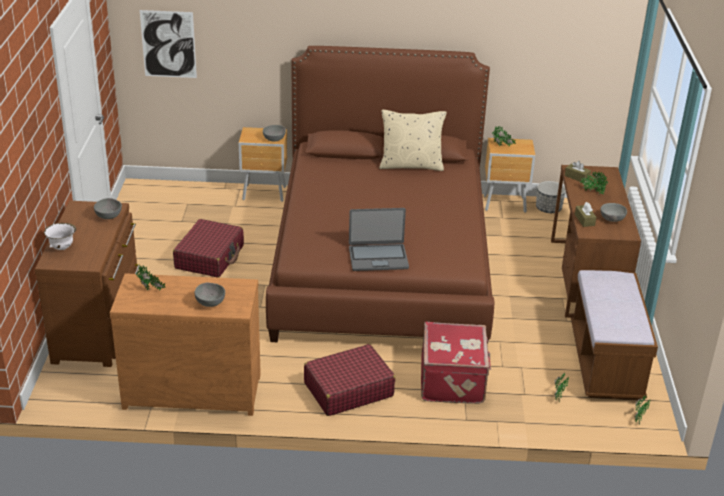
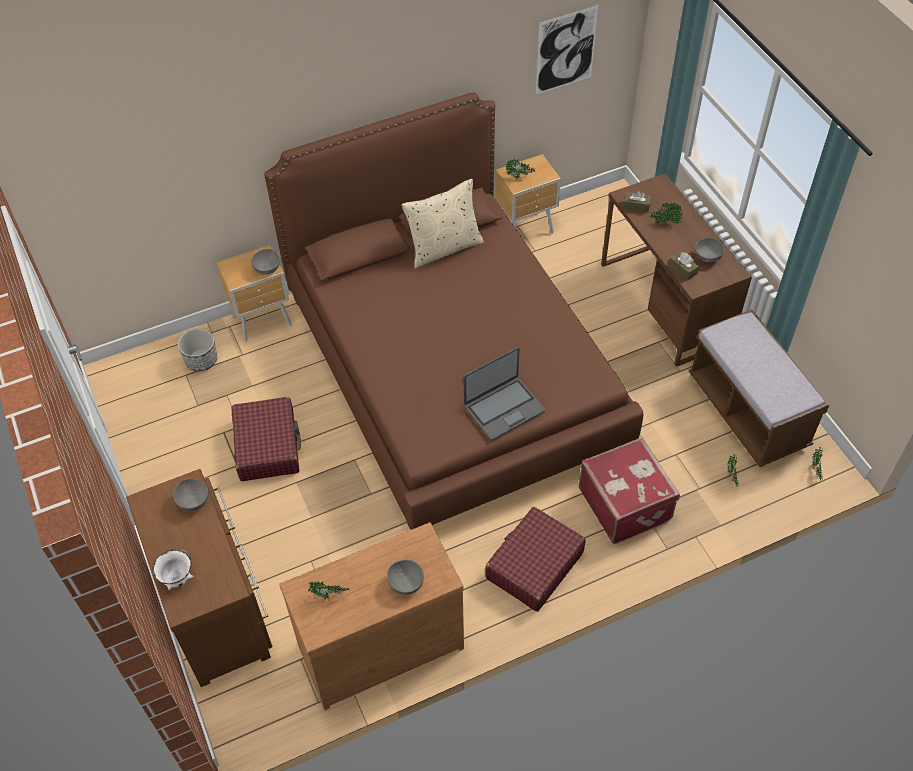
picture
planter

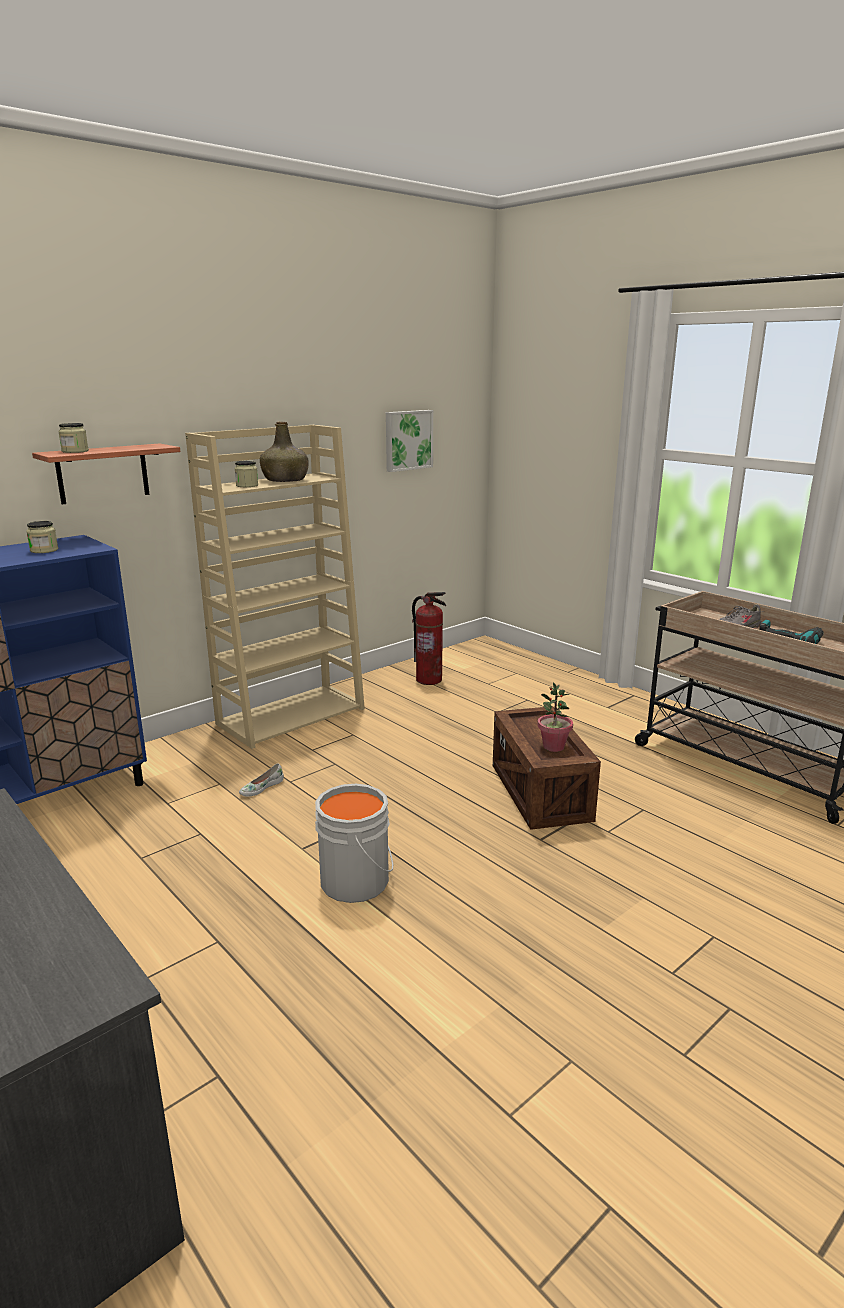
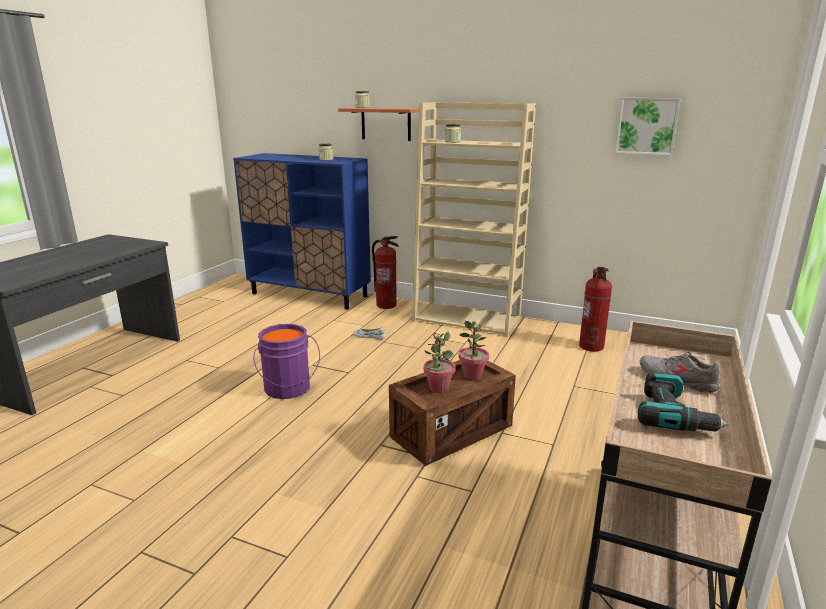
bottle/green
bucket/purple
fire extinguisher (no. 1 from left)
potted plant (no. 2 from left)

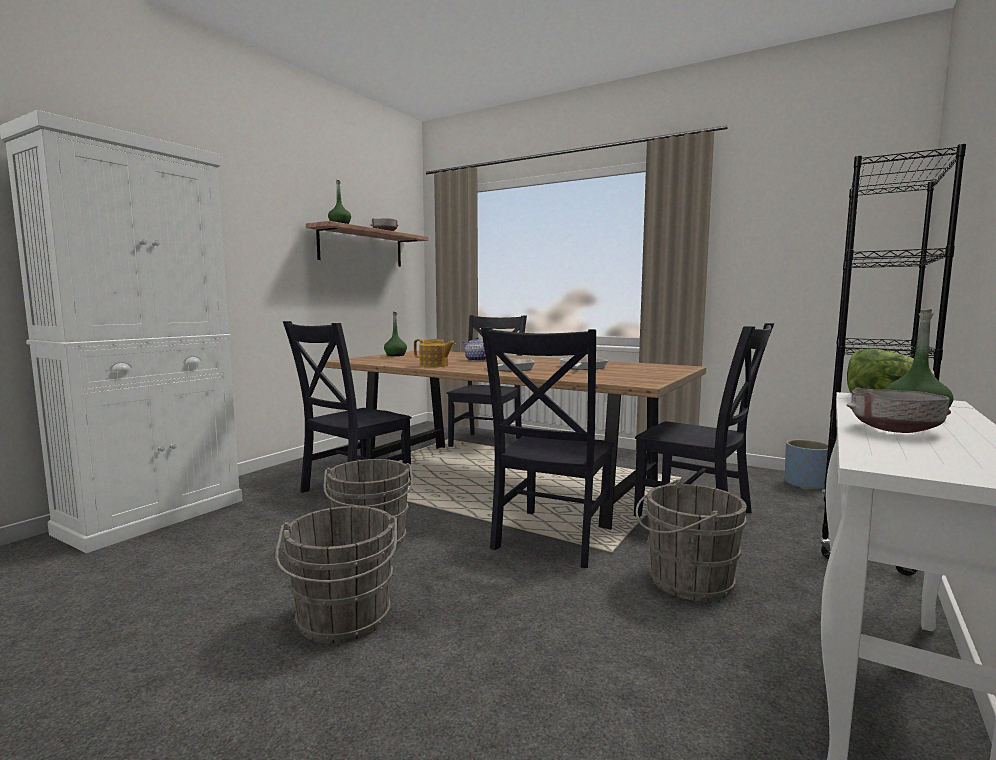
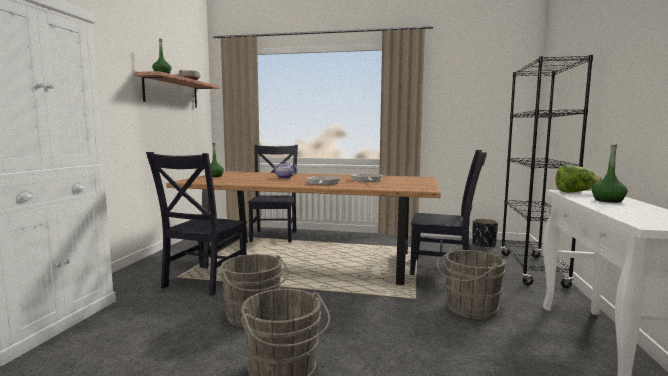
teapot (no. 1 from left in the first image)
chair/black (no. 3 from left in the first image)
planter/black
bowl/grey (no. 2 from left in the first image)

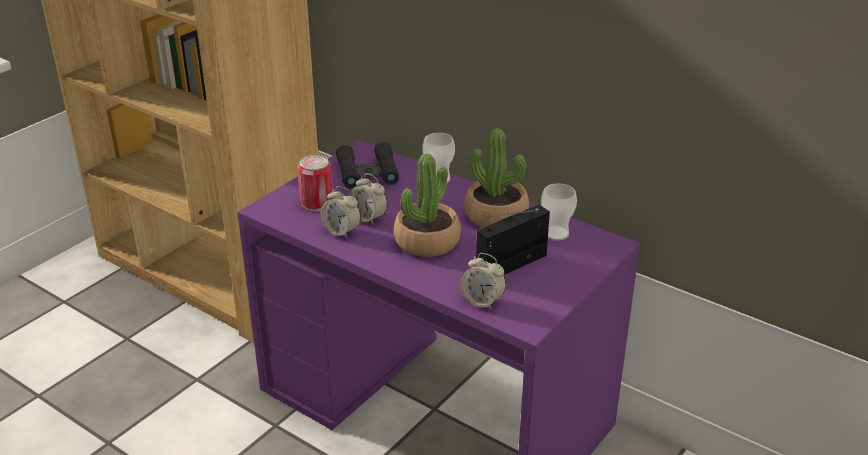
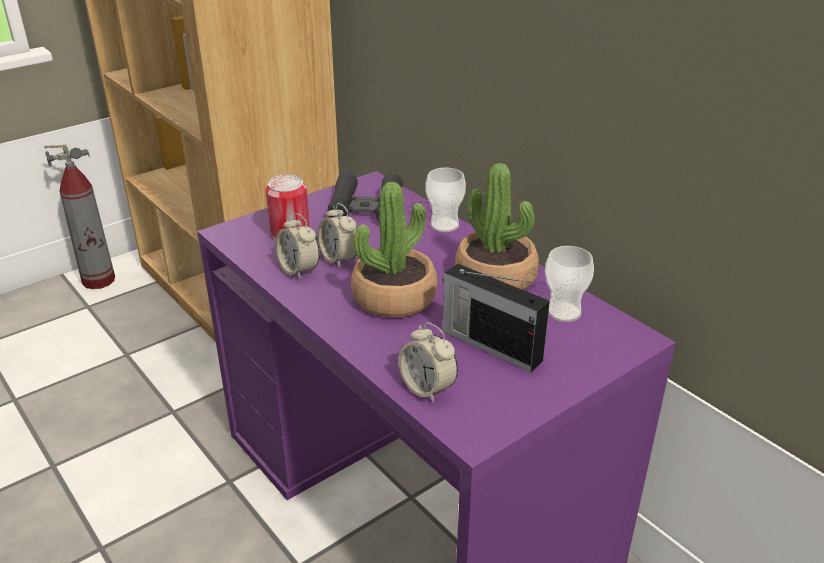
radio
fire extinguisher

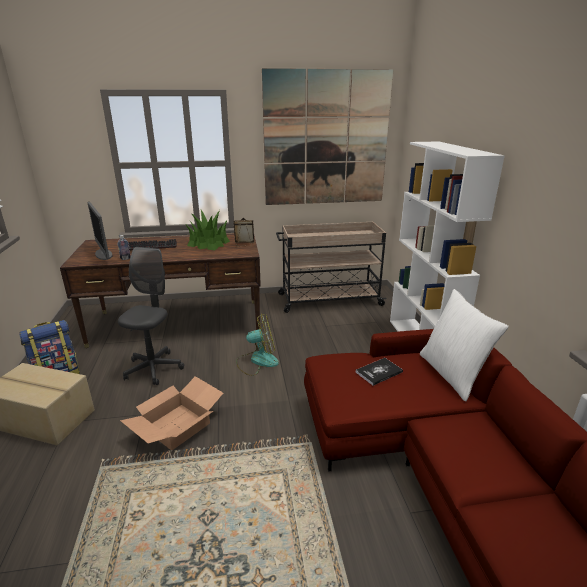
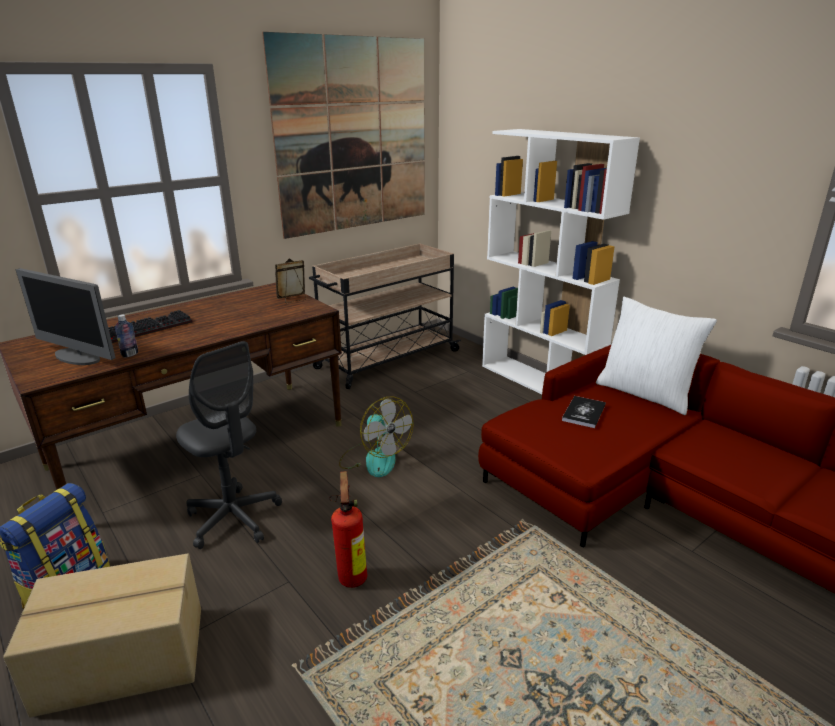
office chair/grey
fire extinguisher
potted plant
fan

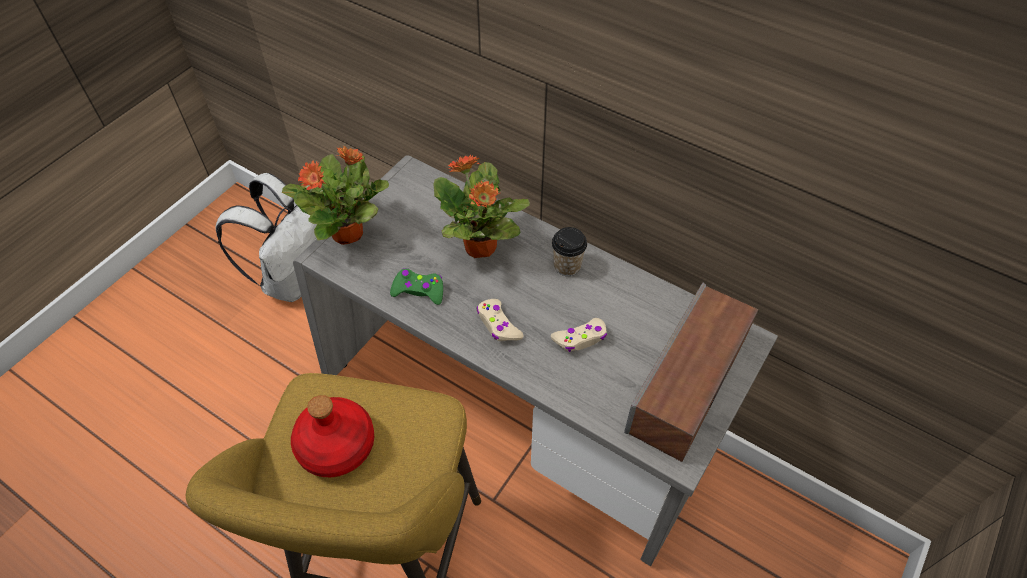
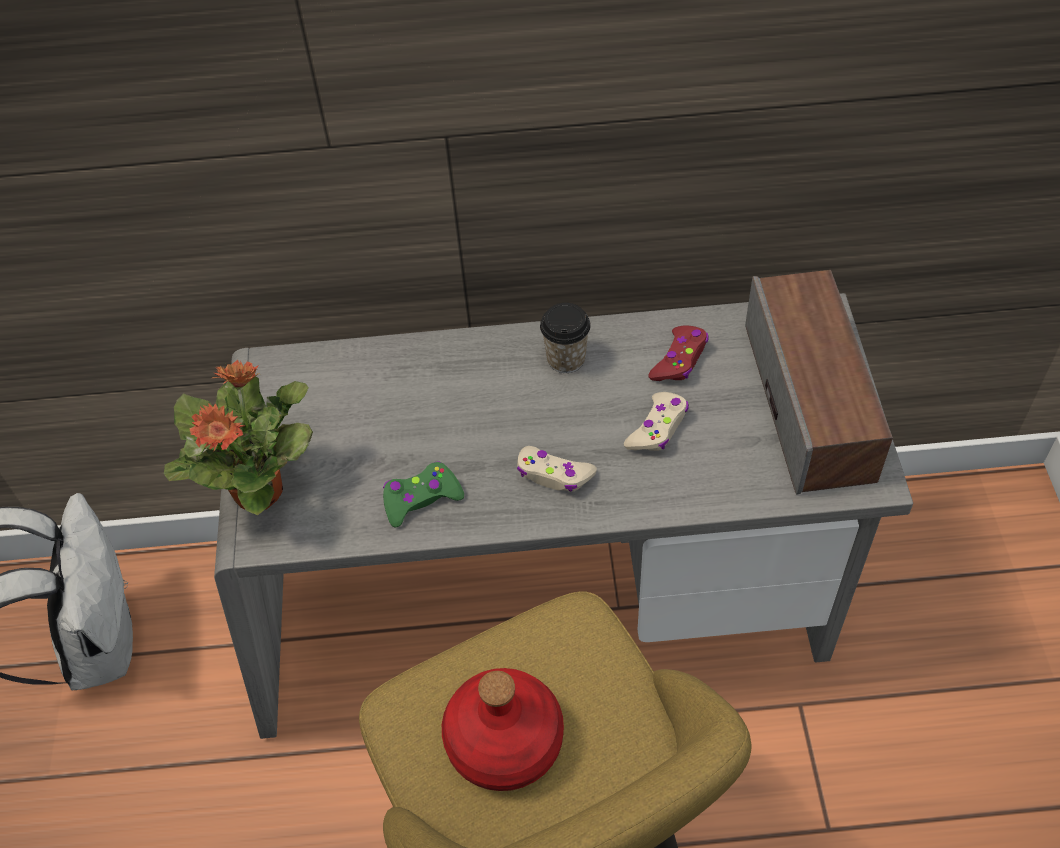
potted plant (no. 2 from left in the first image)
game controller/red

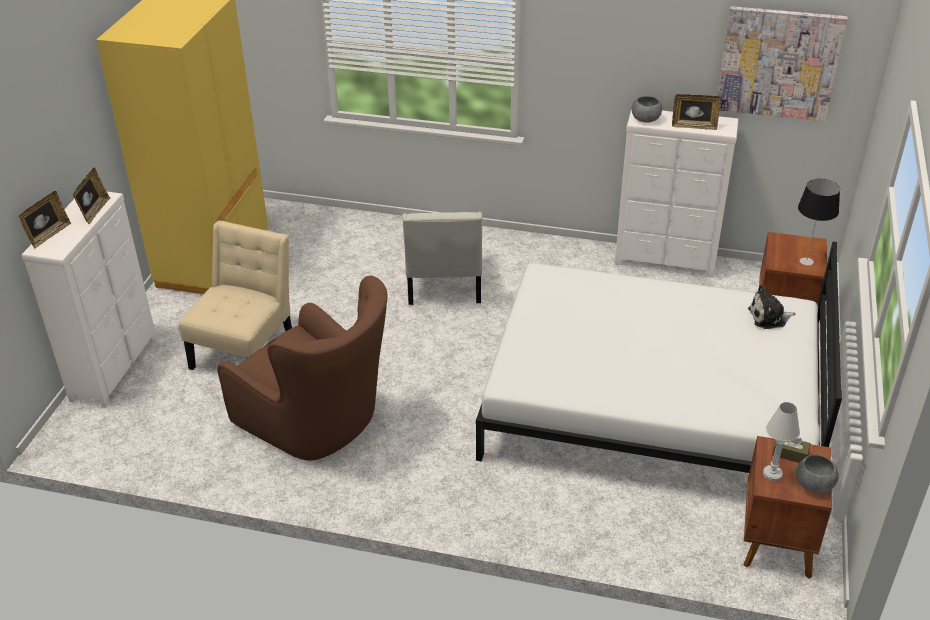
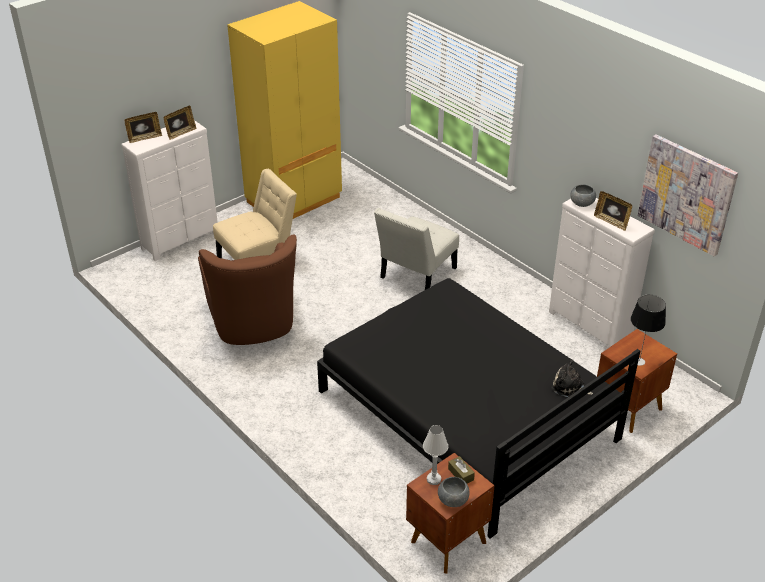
bed/black

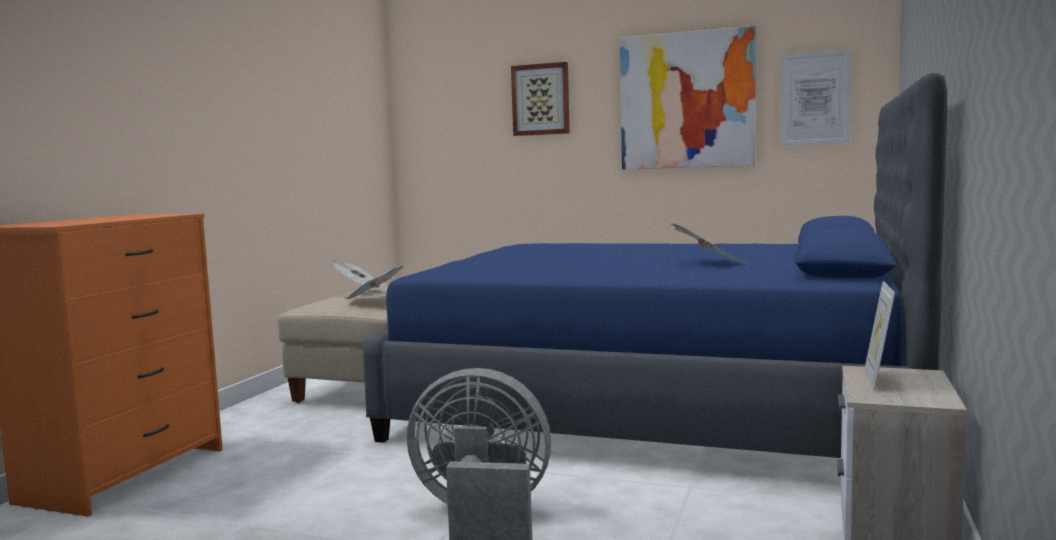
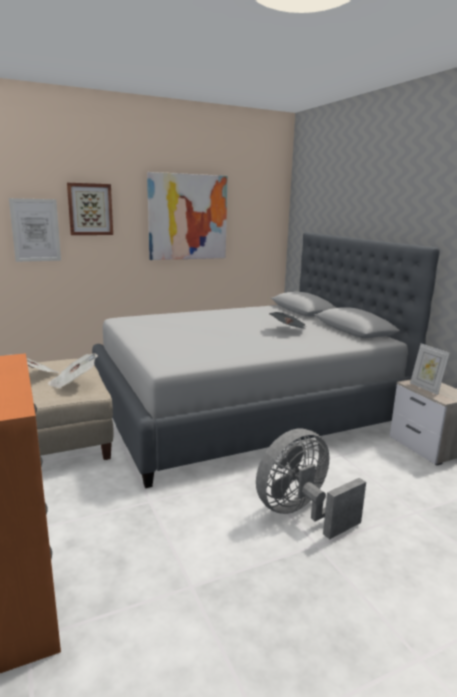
bed/grey
picture (no. 1 from left)

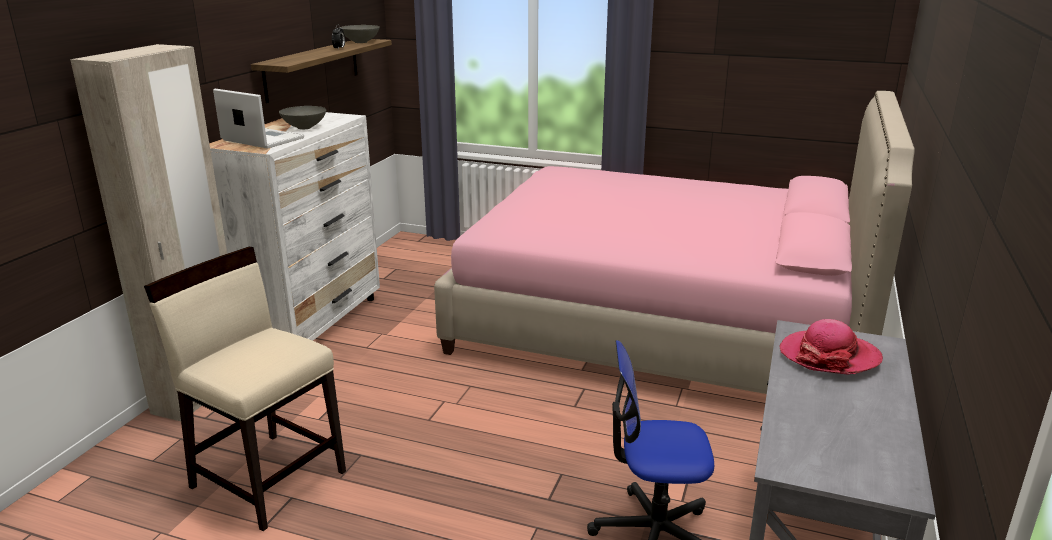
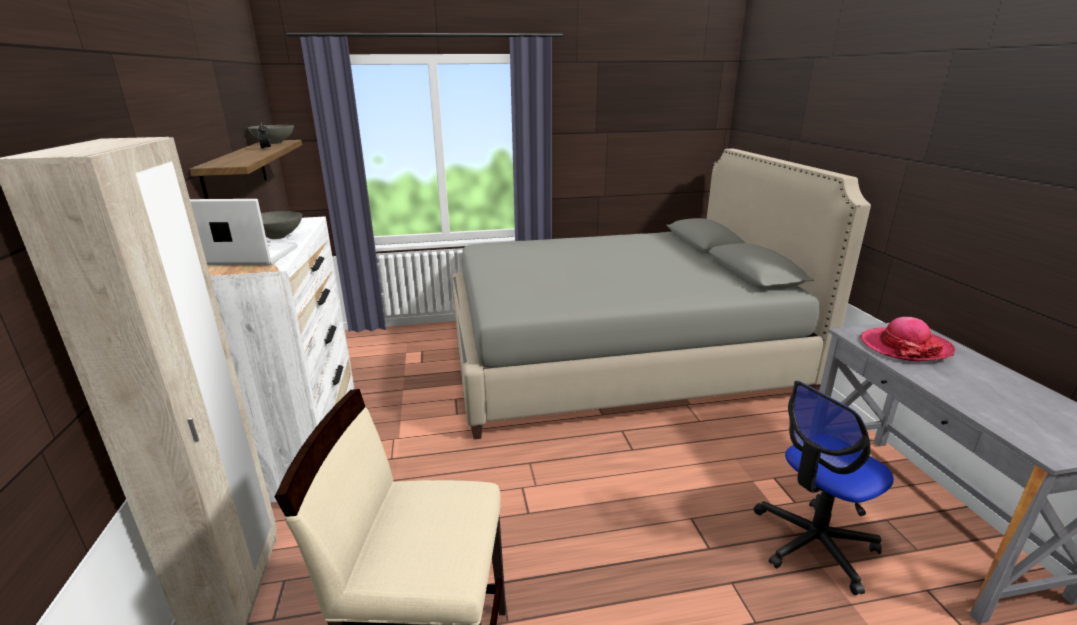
bed/grey

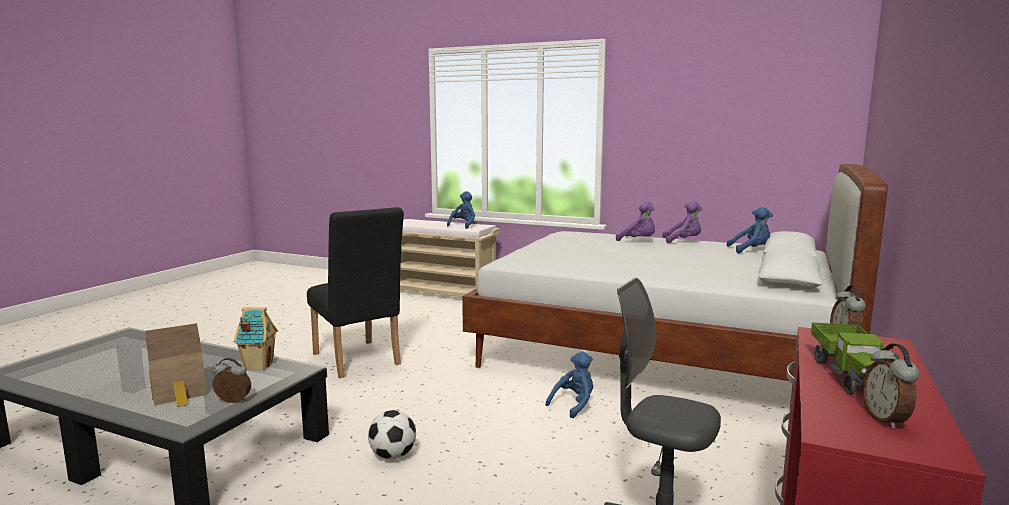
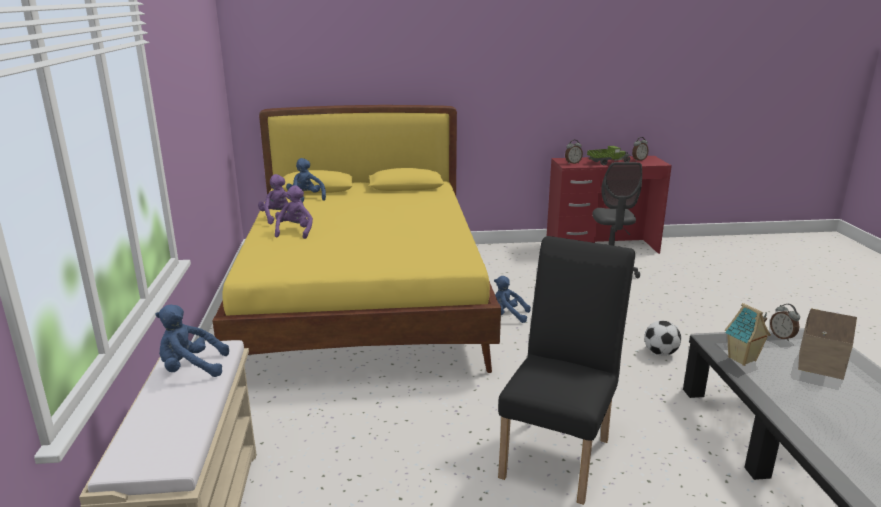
bed/yellow

